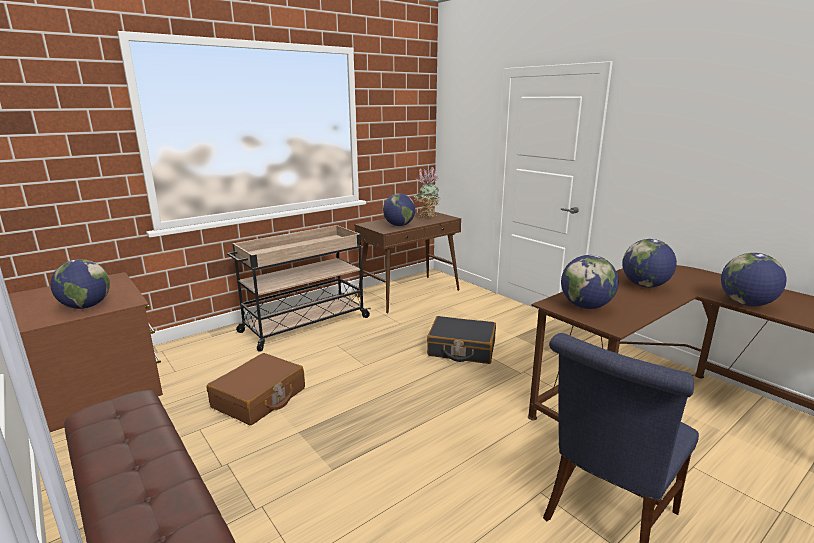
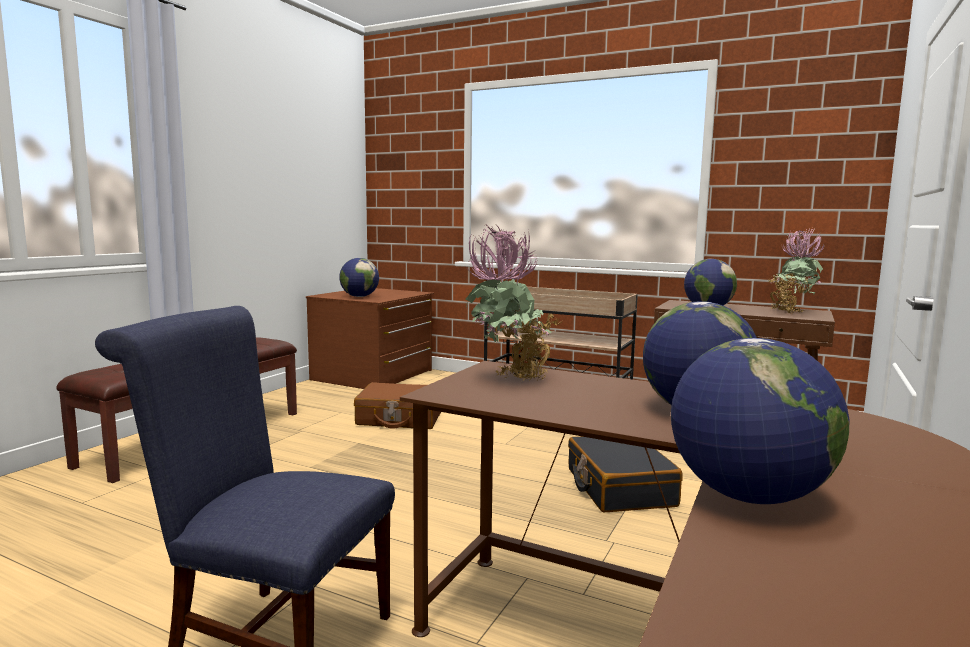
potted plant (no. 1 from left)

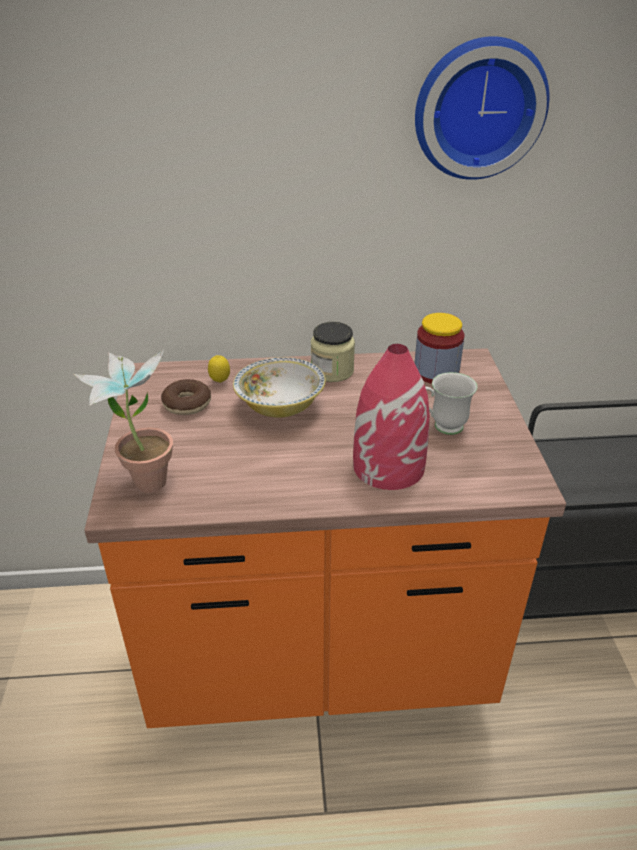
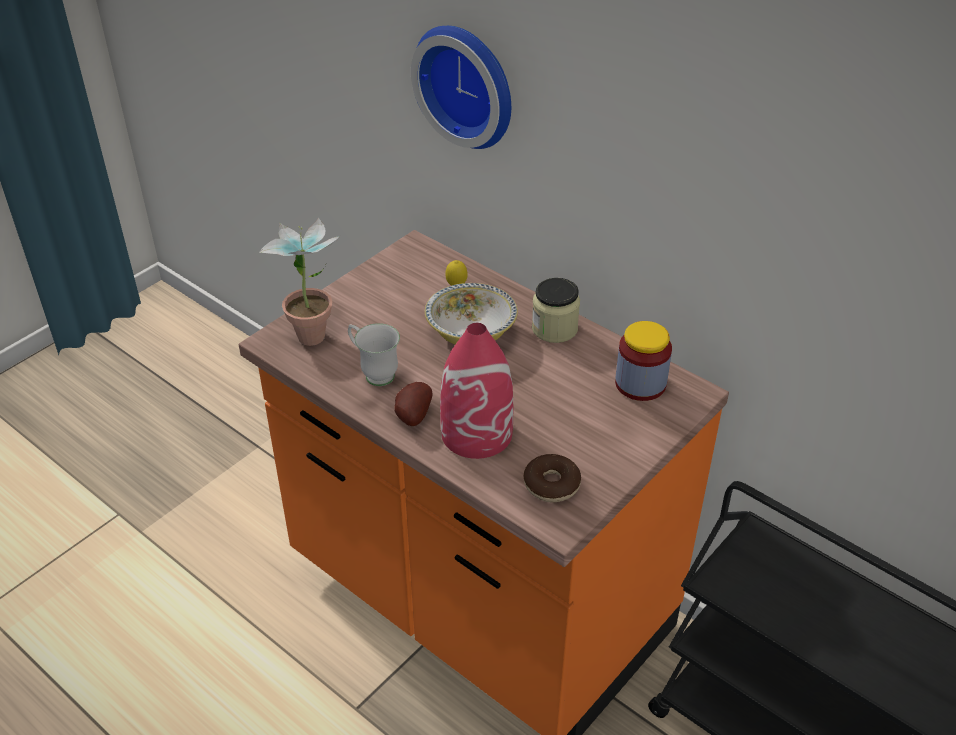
donut
wall clock
mug/white
potato

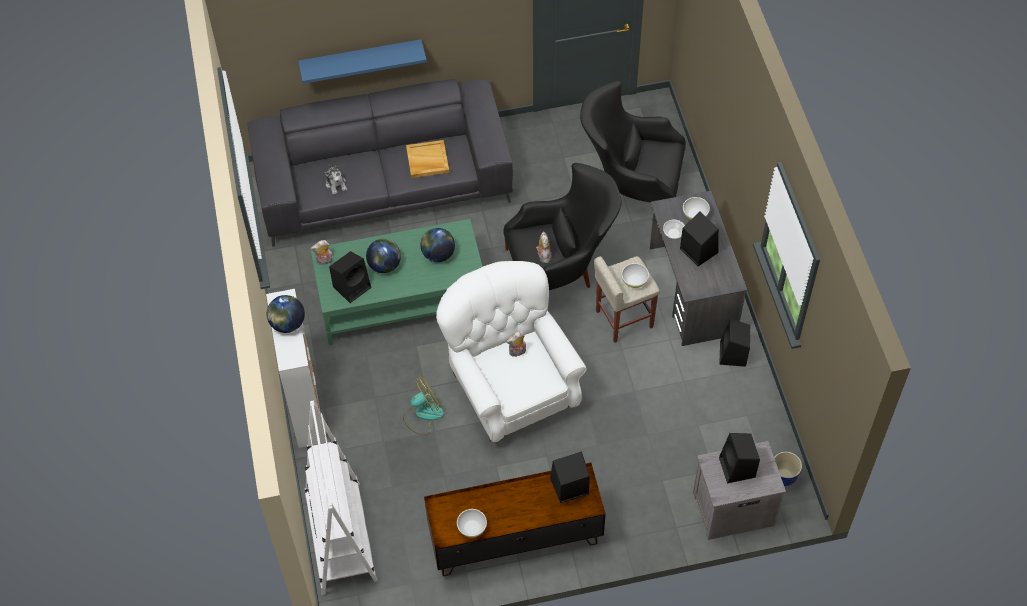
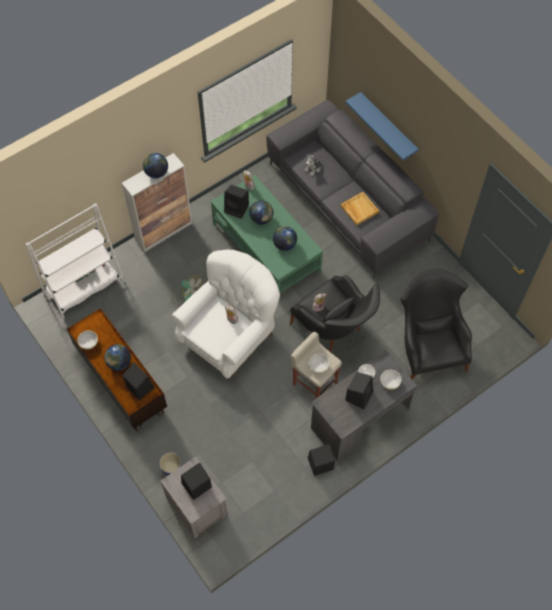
planter
globe (no. 1 from left)

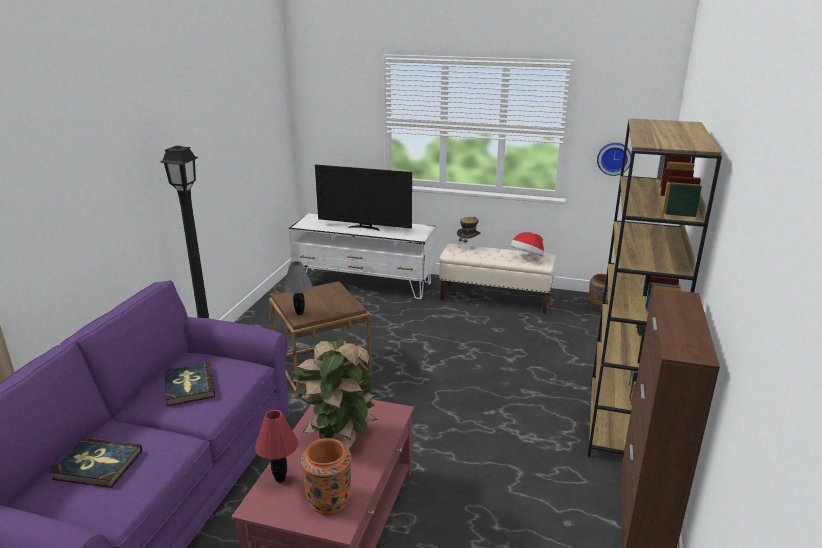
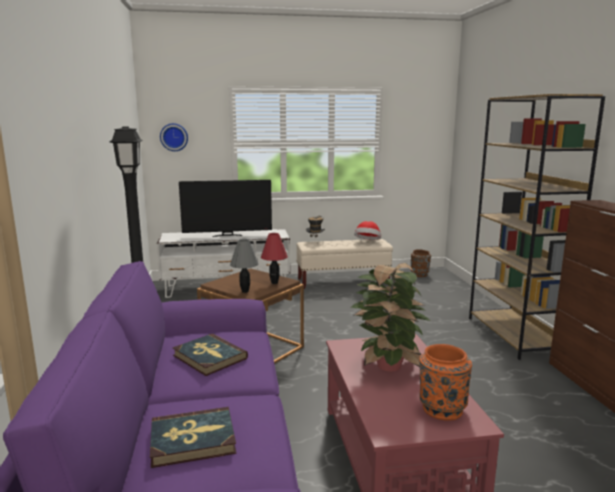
table lamp/red
wall clock

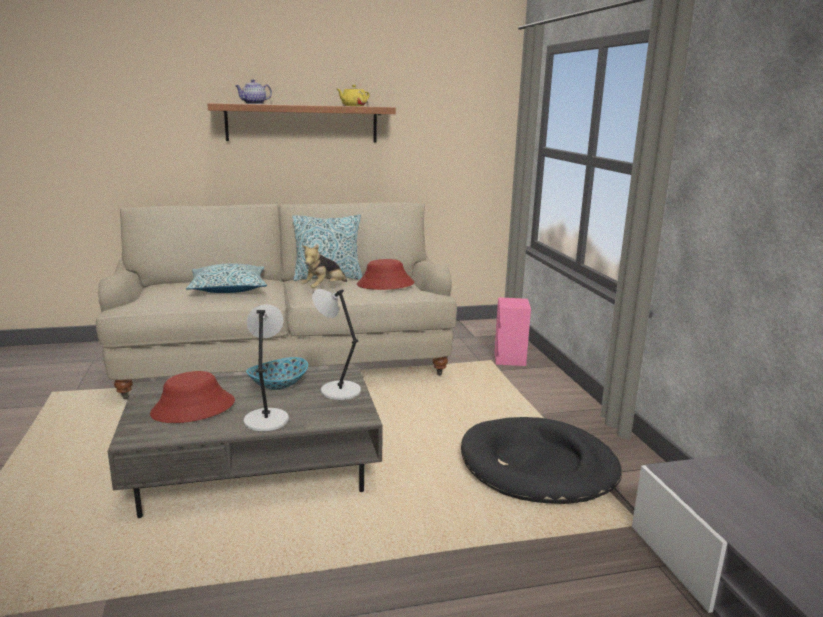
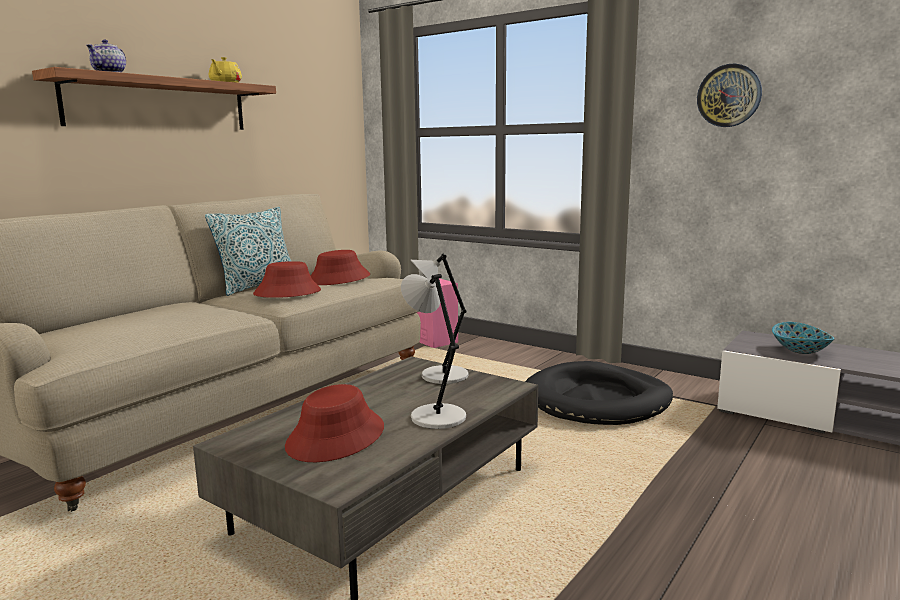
pillow (no. 1 from left in the first image)
bowl
hat/red (no. 1 from left)
wall clock

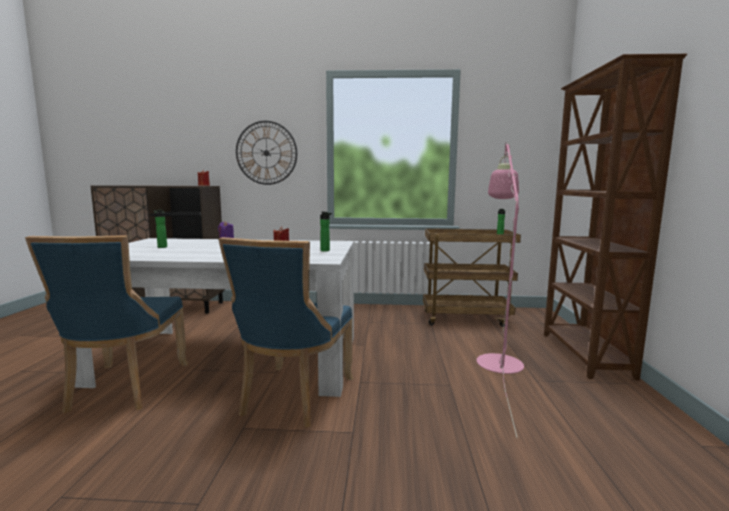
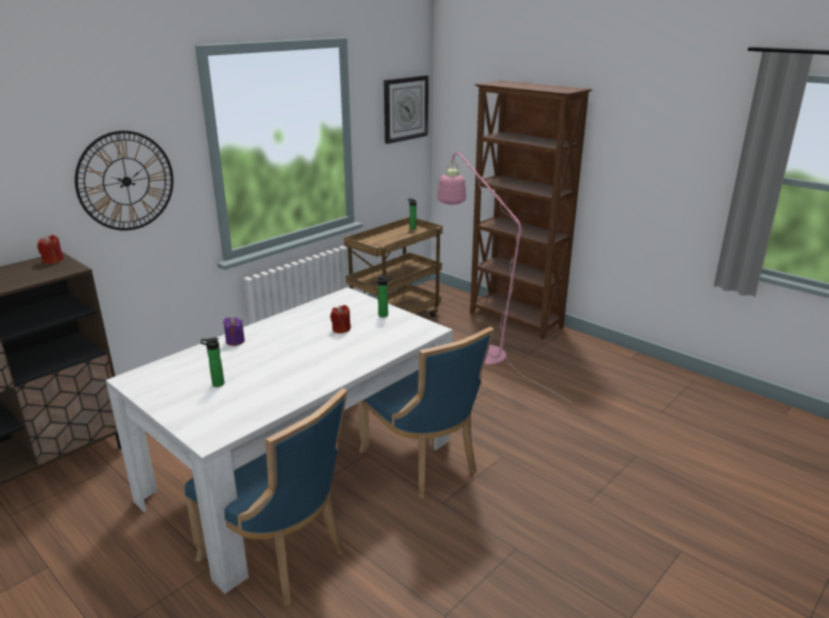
wall clock (no. 2 from left)

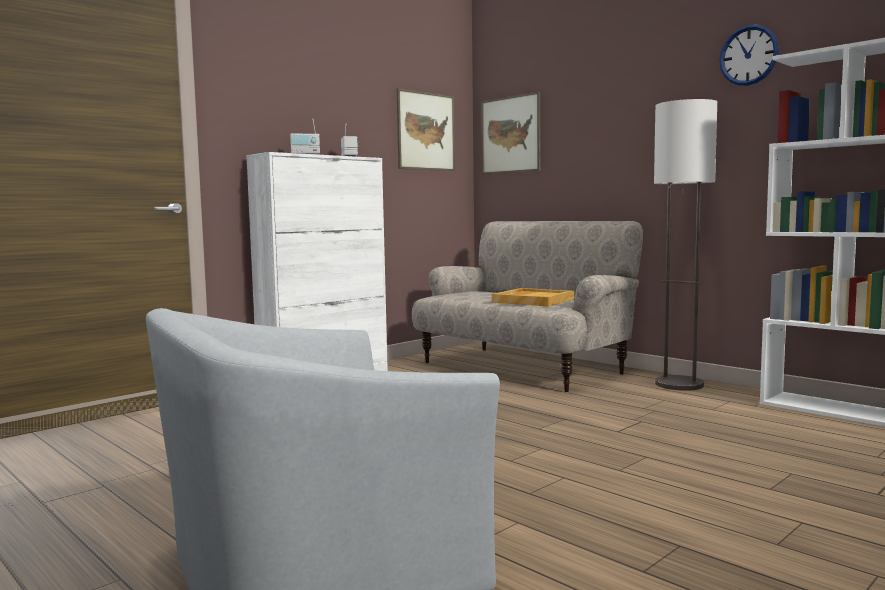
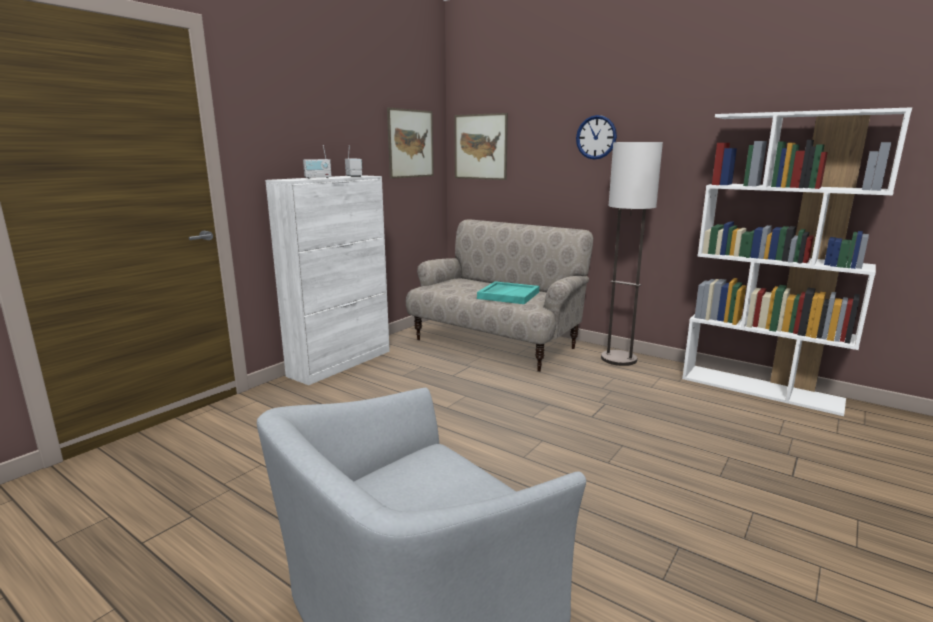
tray/turquoise
wall clock

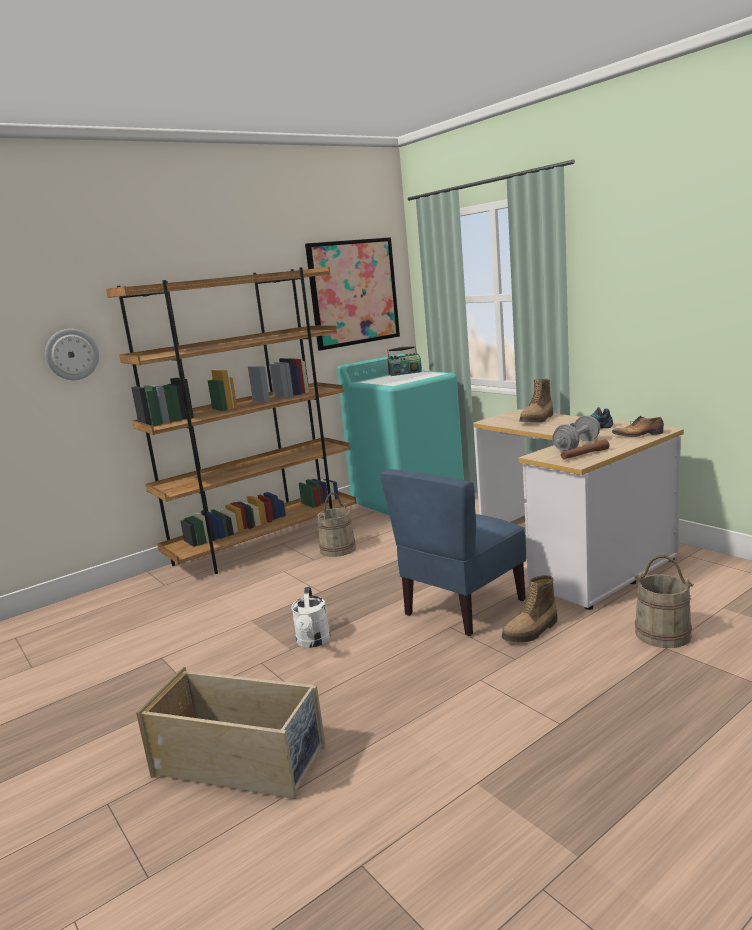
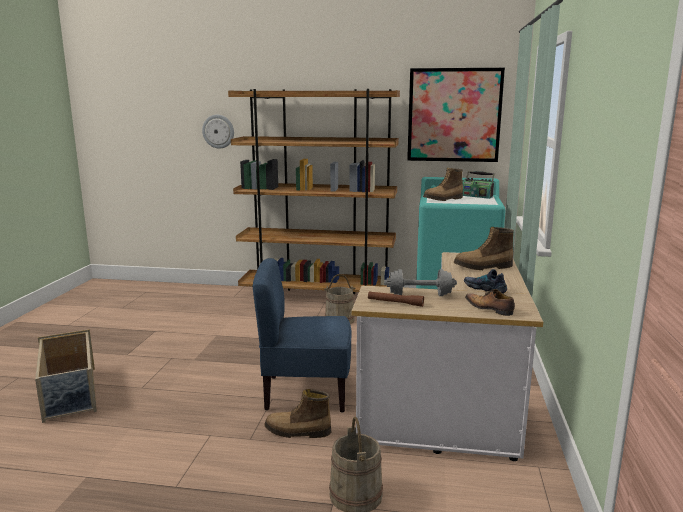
watering can/white
boot (no. 2 from left)

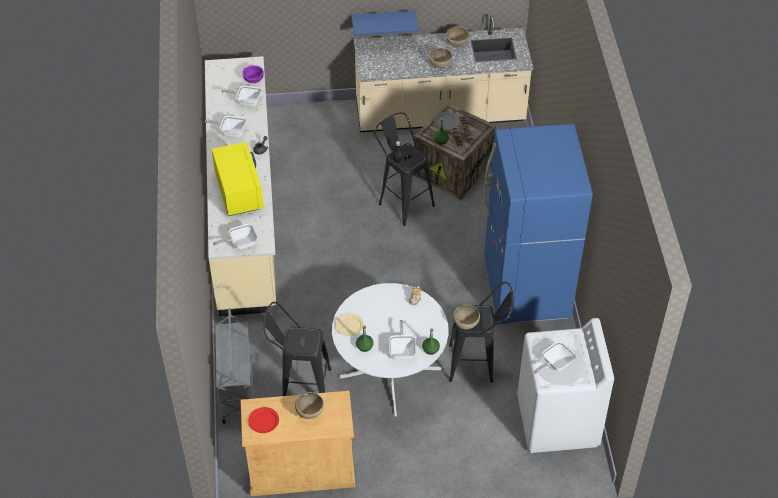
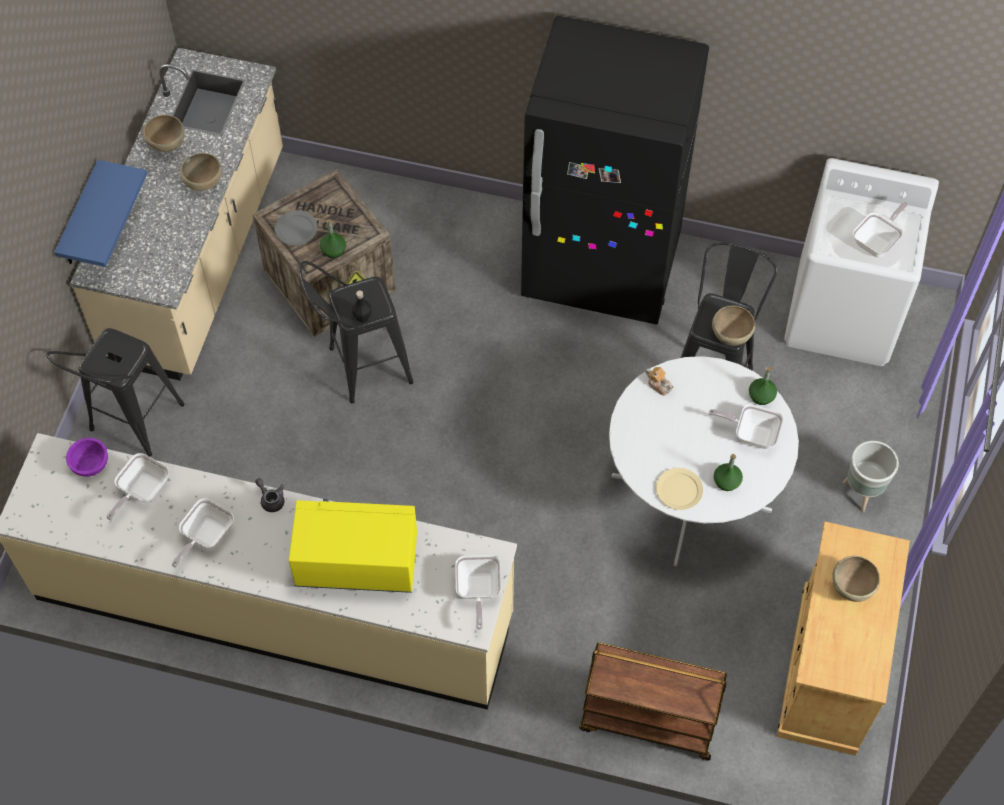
cart/brown
plate/red
stool/black (no. 1 from left)
fridge/black
frying pan (no. 5 from left)
planter/grey

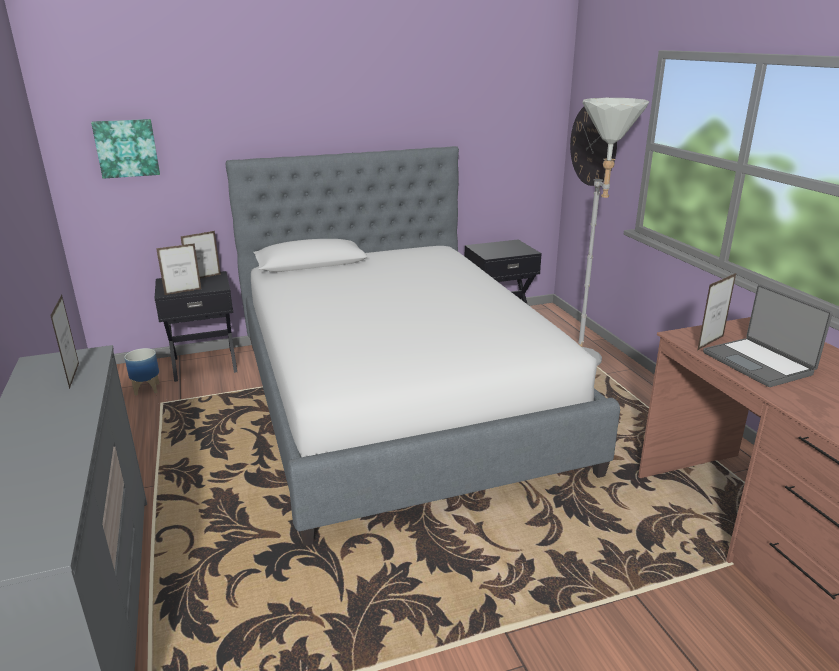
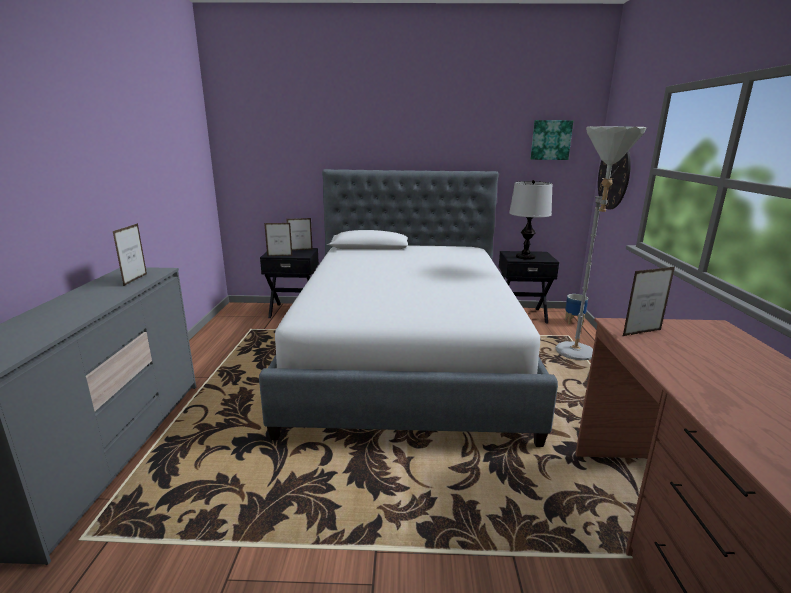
picture
planter
laptop
table lamp

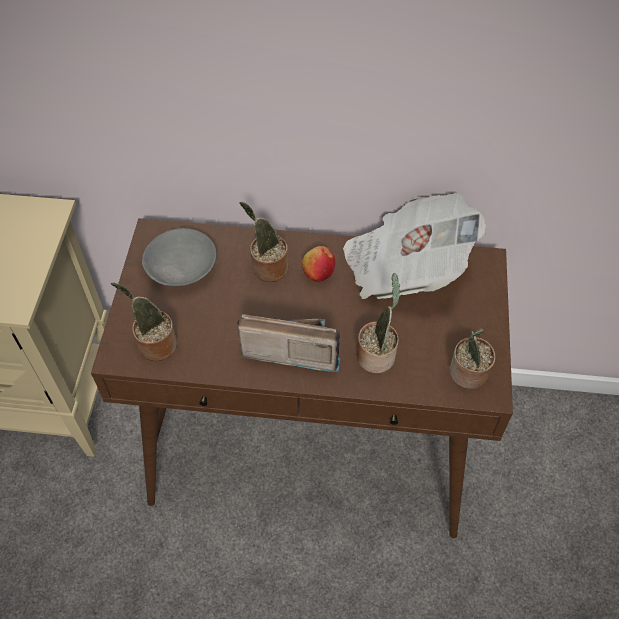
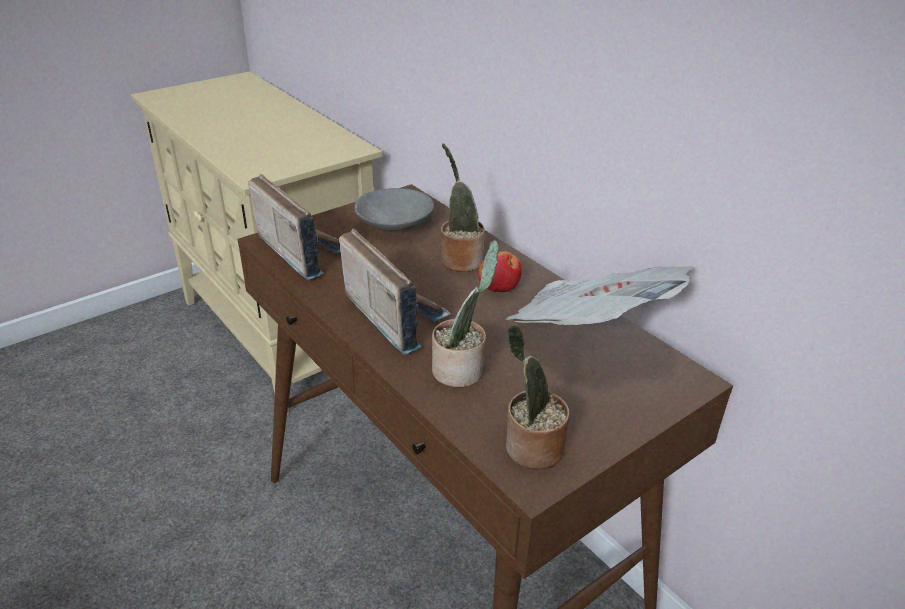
radio (no. 1 from left)

